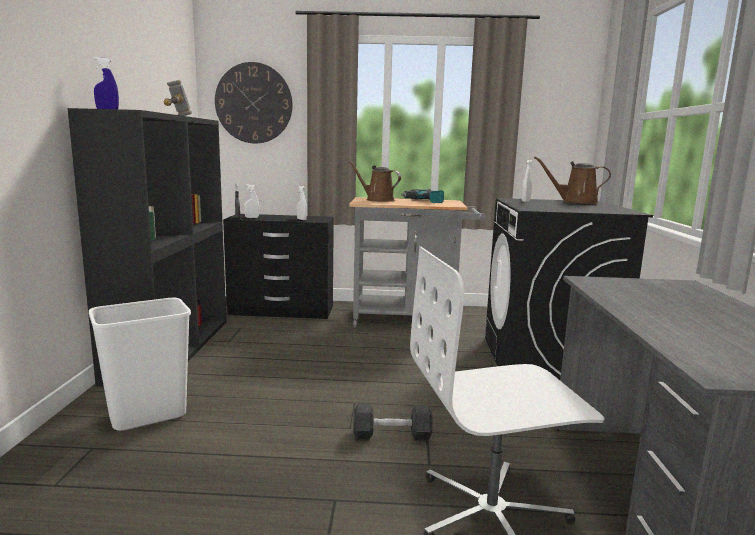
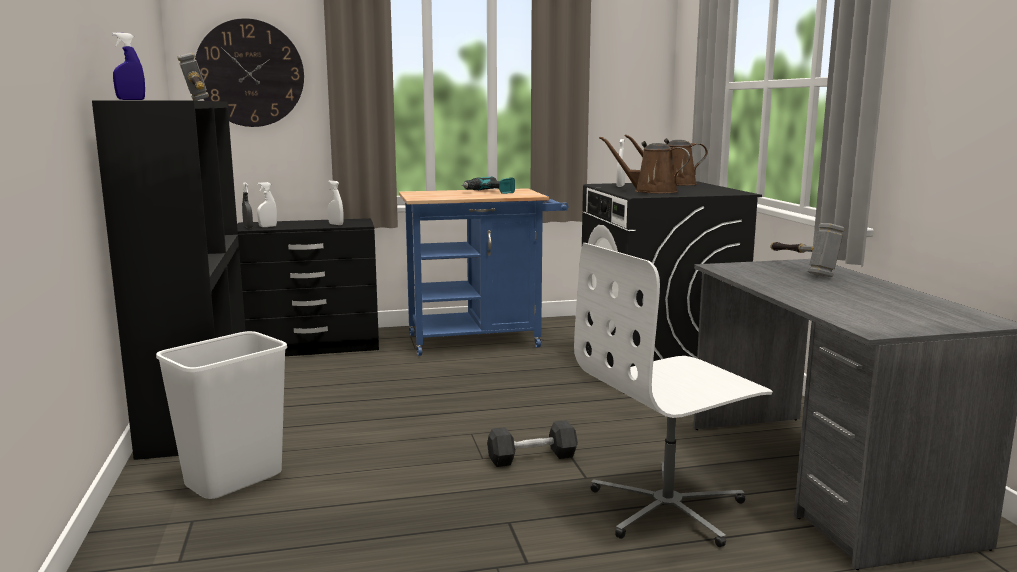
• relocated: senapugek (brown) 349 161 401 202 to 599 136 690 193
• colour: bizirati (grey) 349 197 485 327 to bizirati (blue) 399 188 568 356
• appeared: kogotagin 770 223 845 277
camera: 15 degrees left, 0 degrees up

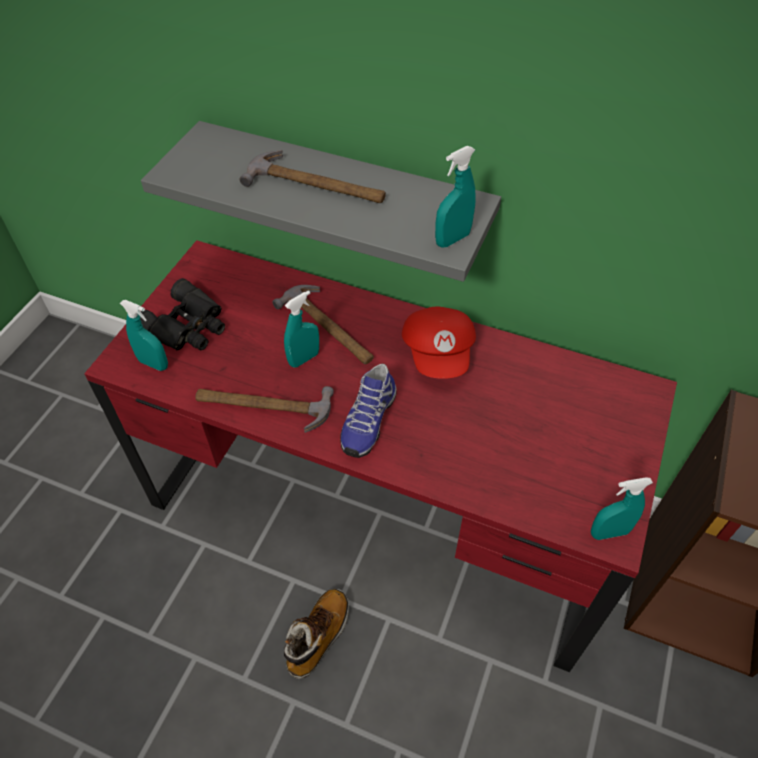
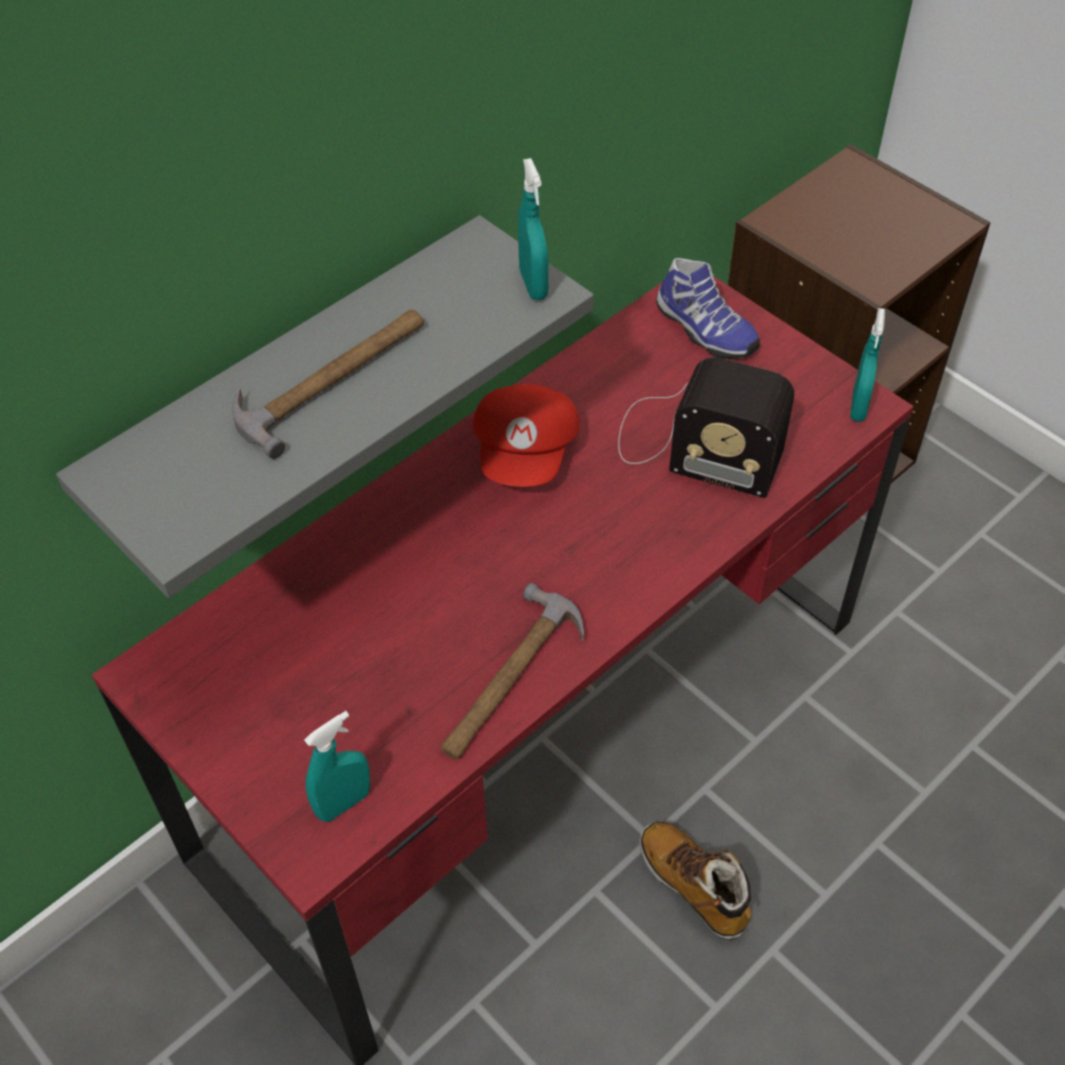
• missing: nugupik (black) 140 278 225 350
• missing: kogotagin 272 285 374 364
• missing: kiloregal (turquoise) 284 290 319 368
• spun: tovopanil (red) 402 306 476 379 = 473 384 580 487 75 degrees clockwise
• relocated: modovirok 340 364 397 458 to 656 258 760 359
• appeared: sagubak 618 357 794 498
camera: 65 degrees left, 0 degrees up

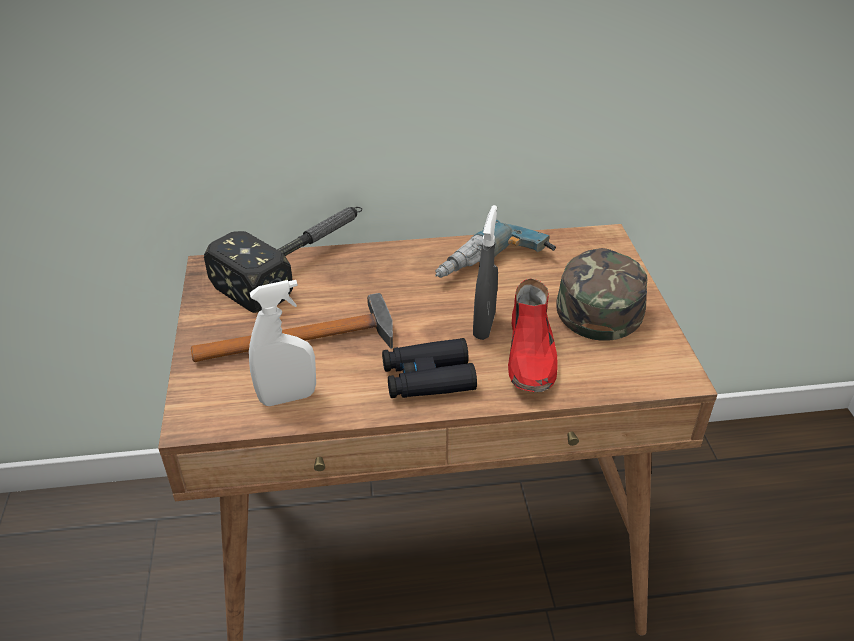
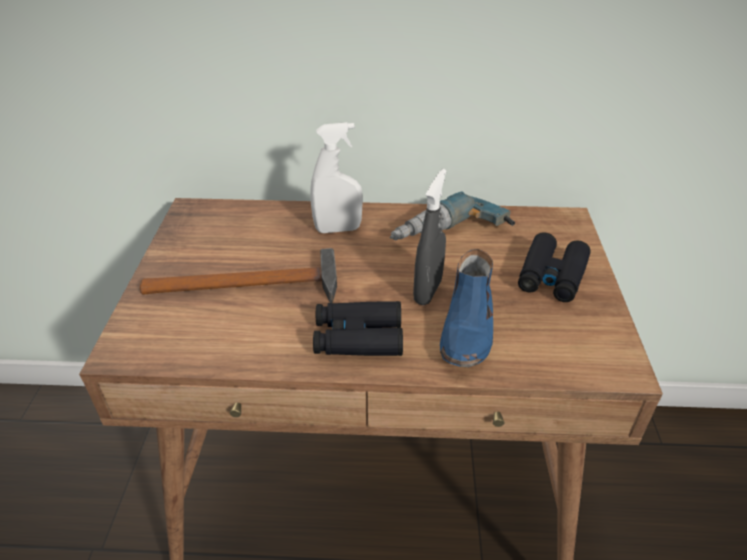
• missing: kogotagin 204 207 362 313
• exchanged: tovopanil (green) 556 248 648 341 to nugupik (black) 518 232 591 302
• colour: modovirok (red) 508 279 558 392 to modovirok (blue) 440 249 493 367
• relocated: kiloregal (white) 249 280 316 406 to 310 122 363 233
camera: 10 degrees right, 0 degrees up

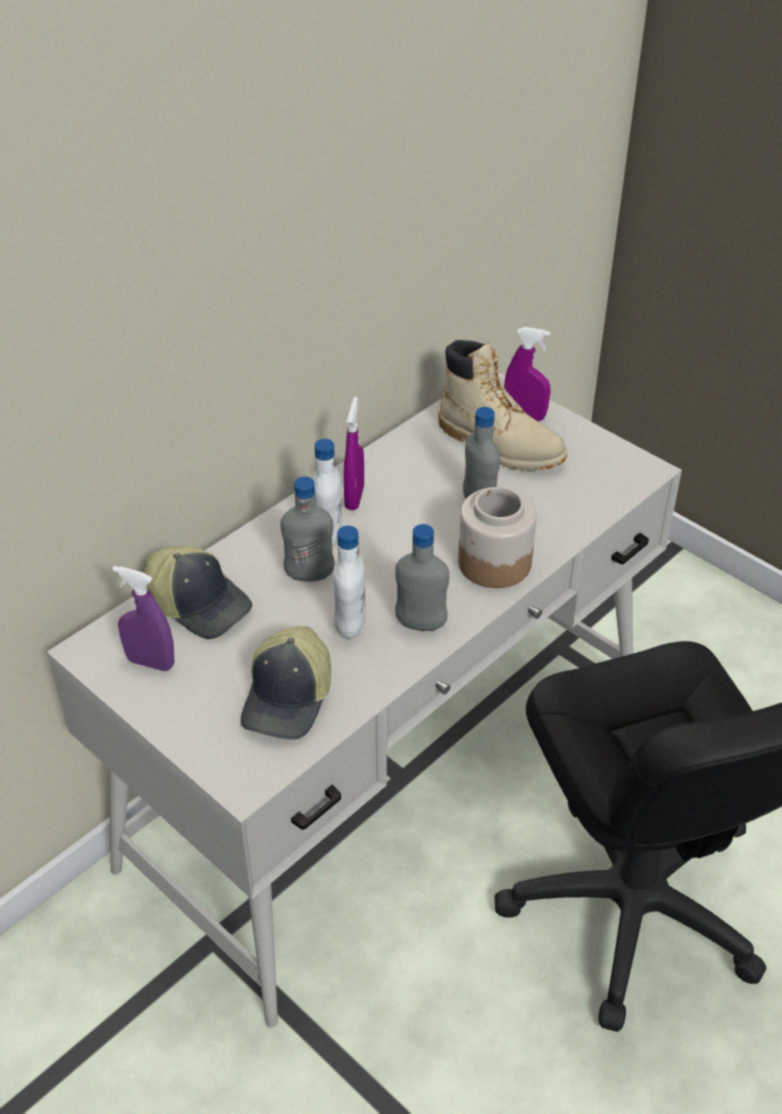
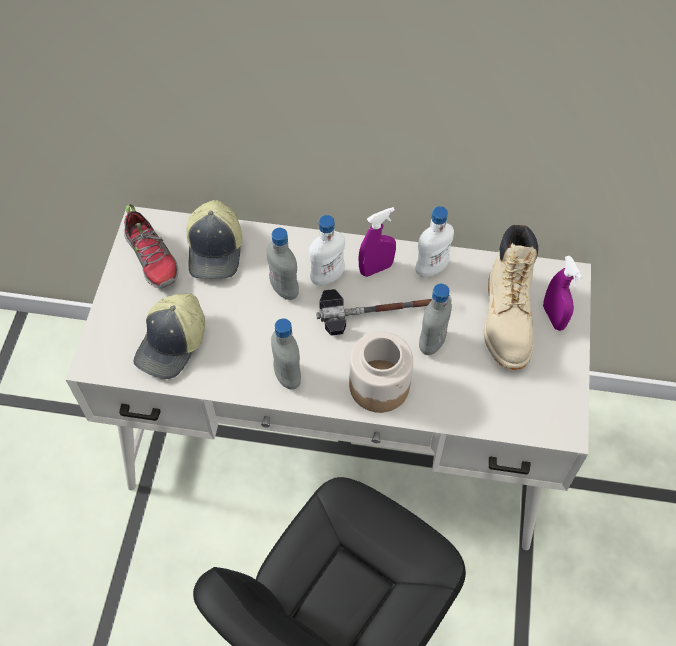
• relocated: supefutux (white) 333 526 366 639 to 415 206 454 277
• exchanged: kiloregal (purple) 113 566 174 671 to modovirok 124 204 178 288
• spun: tovopanil 240 626 331 740 = 134 293 205 379 45 degrees counterclockwise
• appeared: kogotagin 316 289 451 336
camera: 55 degrees right, 15 degrees up

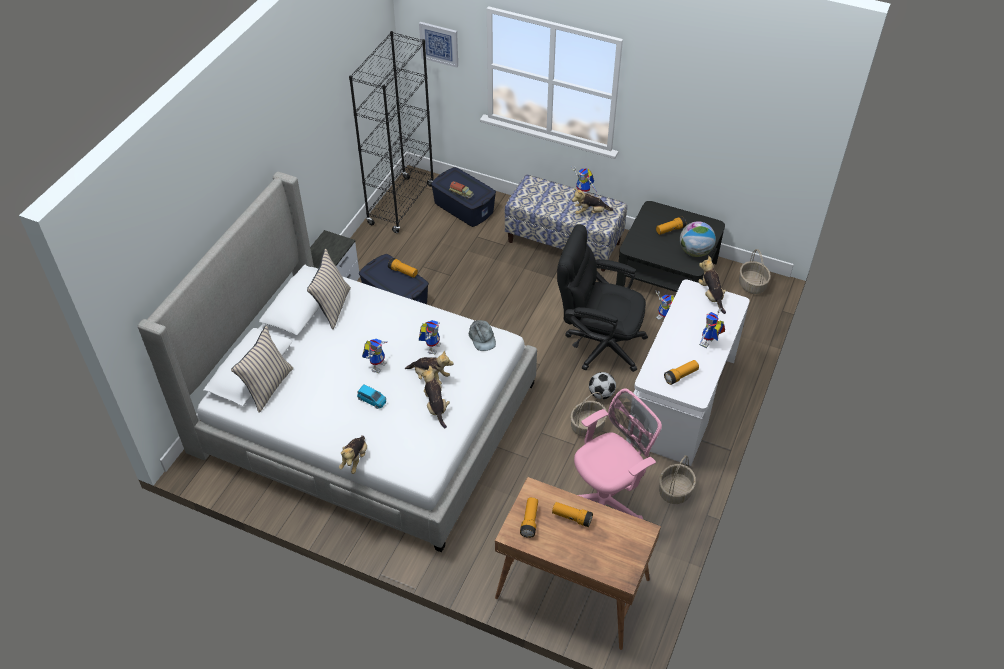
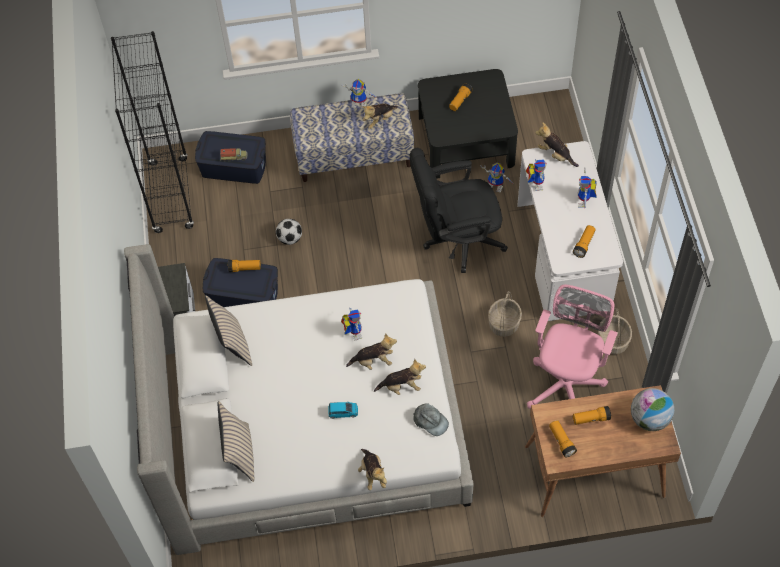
• missing: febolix 419 22 458 68
• relocated: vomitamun 680 221 716 257 to 631 388 674 431
• missing: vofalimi 739 249 771 294
• relocated: tovopanil (grey) 469 320 496 351 to 413 403 449 436
• relocated: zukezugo 362 338 387 373 to 526 159 547 191
• spun: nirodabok 421 365 450 428 = 374 359 426 395 135 degrees clockwise
• relocated: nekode 589 372 616 399 to 276 219 302 245
camera: 30 degrees left, 10 degrees up

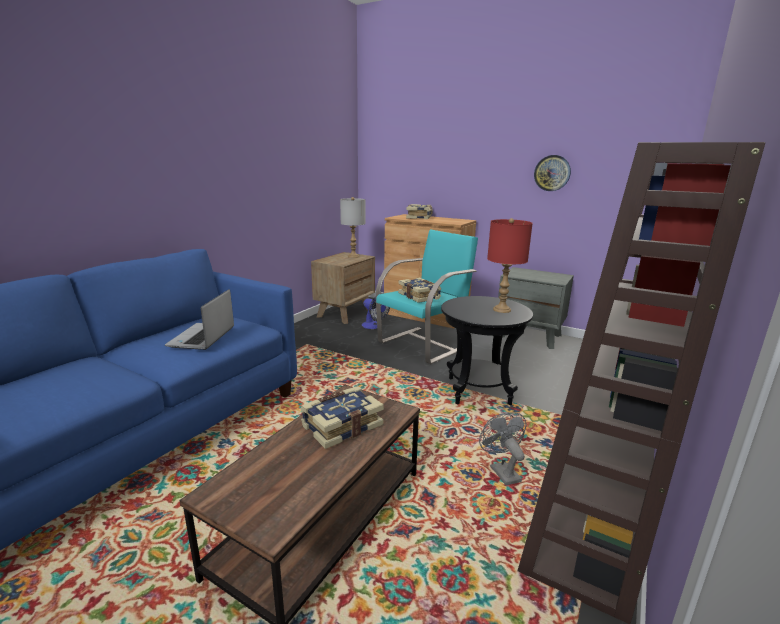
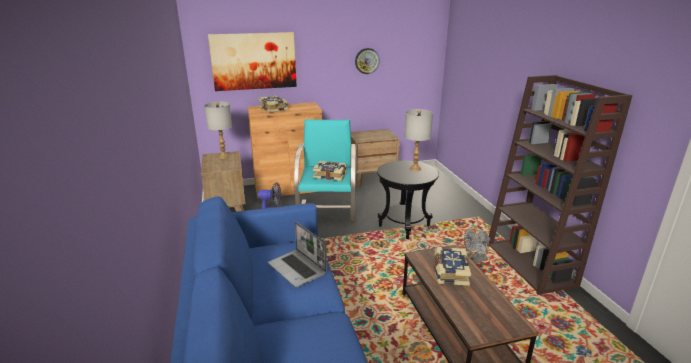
• colour: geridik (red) 487 218 533 313 to geridik (grey) 405 109 433 171
• colour: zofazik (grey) 498 267 574 349 to zofazik (brown) 351 129 400 187
• spun: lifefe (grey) 479 412 527 485 = 464 226 490 264 60 degrees counterclockwise
• appeared: febolix 208 32 297 91
camera: 45 degrees left, 5 degrees up

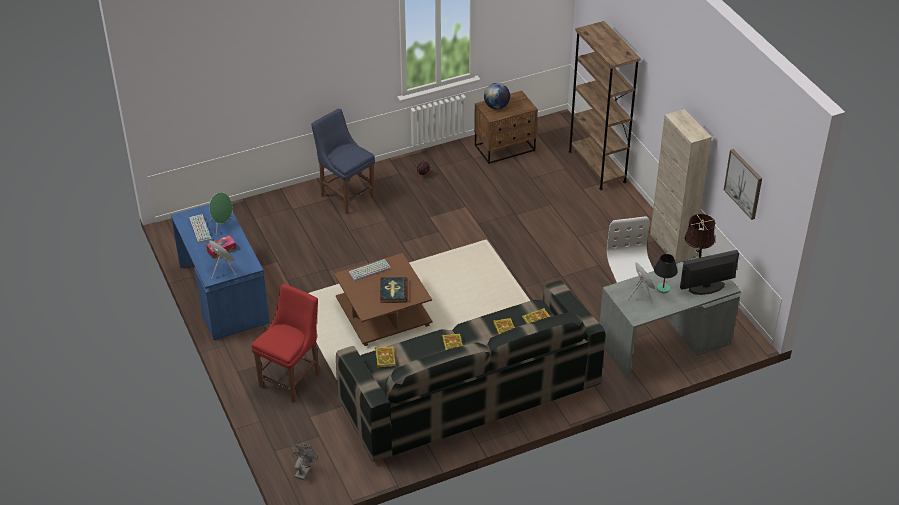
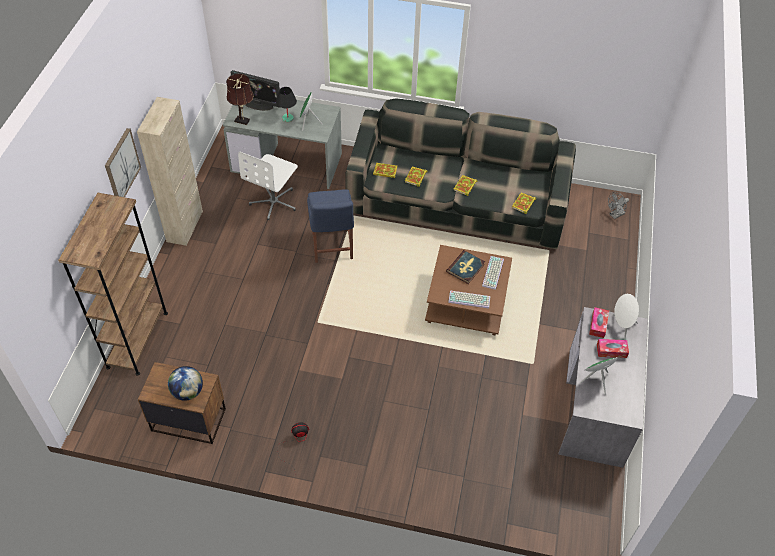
• relocated: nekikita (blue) 311 109 375 214 to 307 189 354 263
• relocated: febolix 724 149 762 220 to 105 128 141 197
• colour: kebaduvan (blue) 171 204 270 340 to kebaduvan (grey) 558 307 648 468
• relocated: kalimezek 189 214 212 243 to 482 256 504 290
• missing: nekikita (red) 251 284 320 403
• appeared: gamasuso 589 307 609 338
camera: 145 degrees left, 10 degrees up

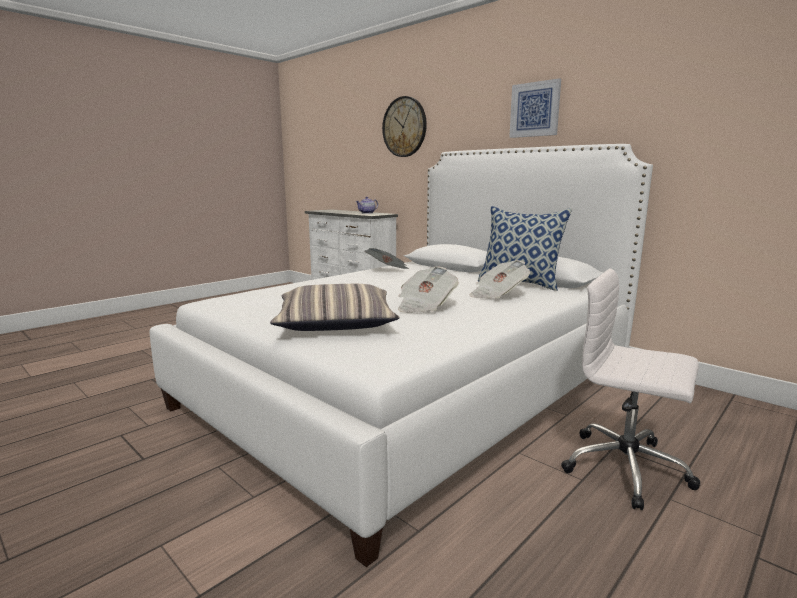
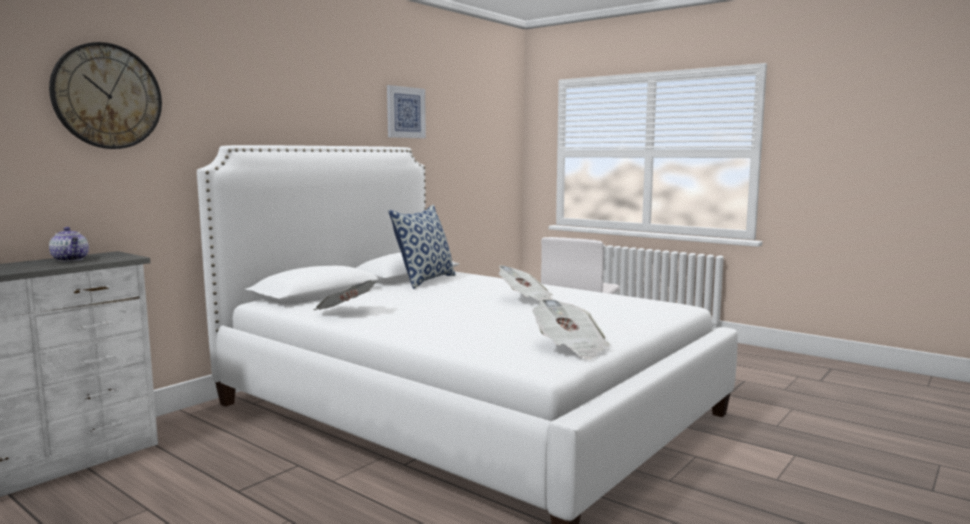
• relocated: febolix 509 78 561 138 to 387 85 426 138
• relocated: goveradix 470 260 530 299 to 532 298 610 359
• missing: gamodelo 270 284 399 331
camera: 95 degrees left, 5 degrees down

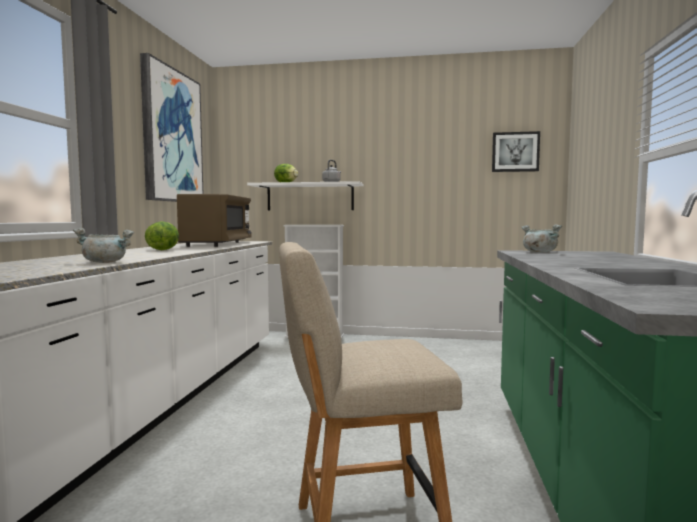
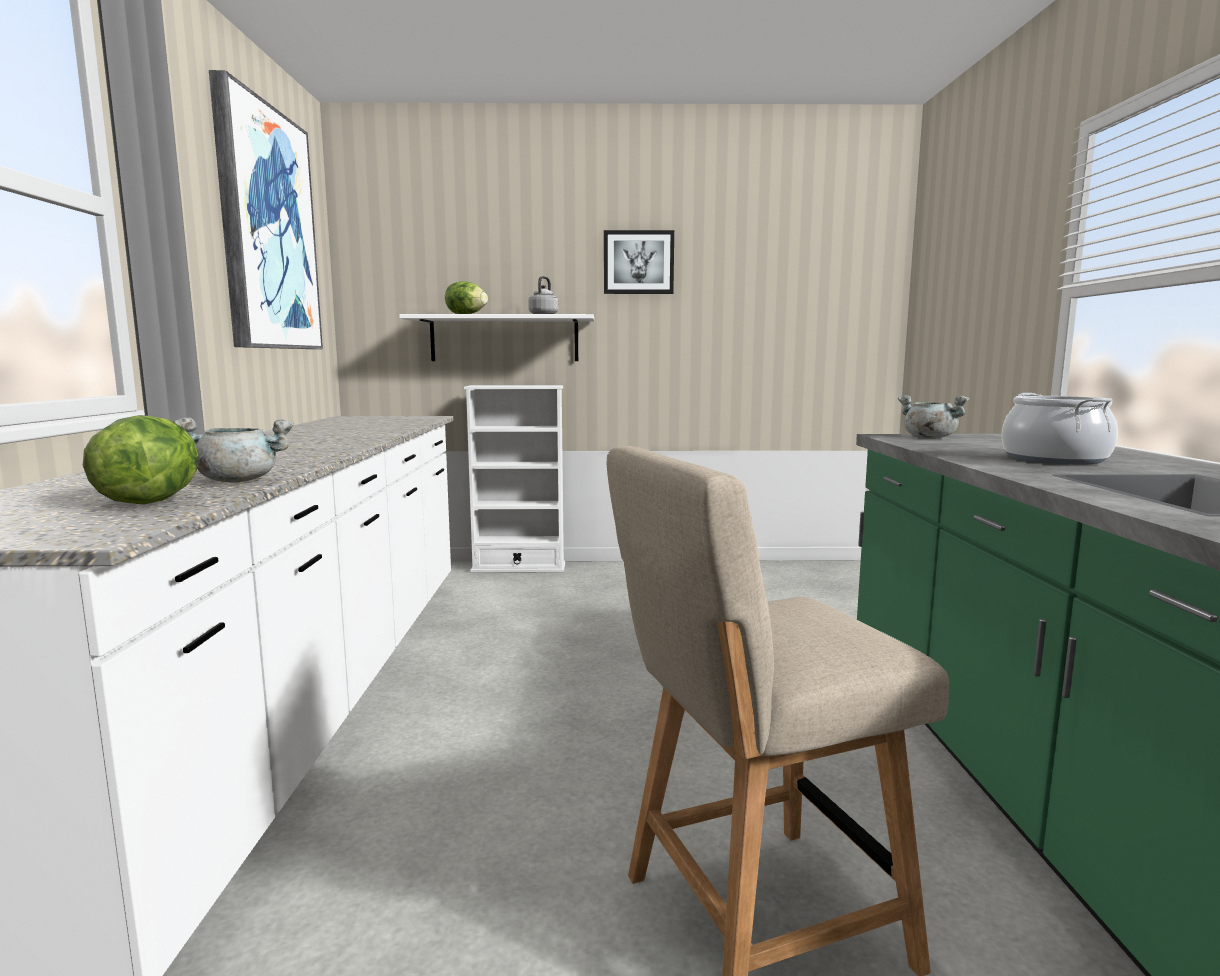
• relocated: febolix 492 131 540 172 to 604 230 674 294
• missing: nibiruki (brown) 177 194 252 247
• relocated: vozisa 145 221 179 250 to 83 415 199 504
• appeared: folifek 1001 393 1118 465
camera: 10 degrees left, 5 degrees up

